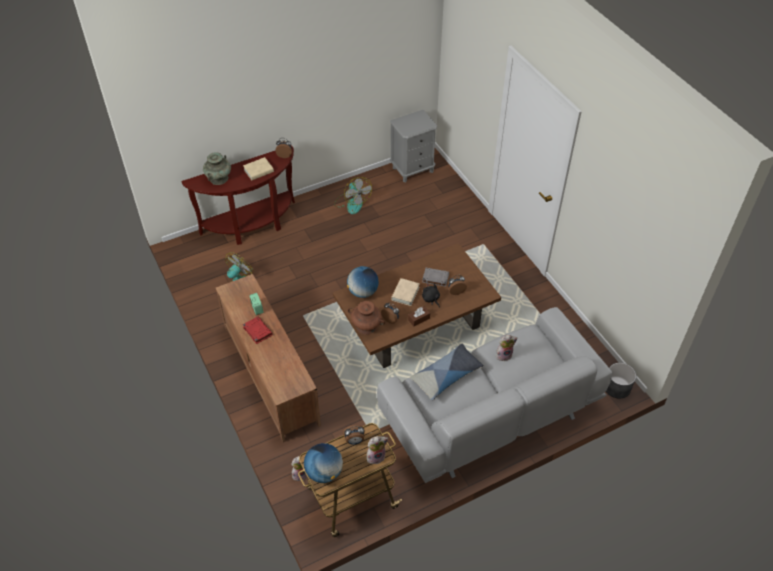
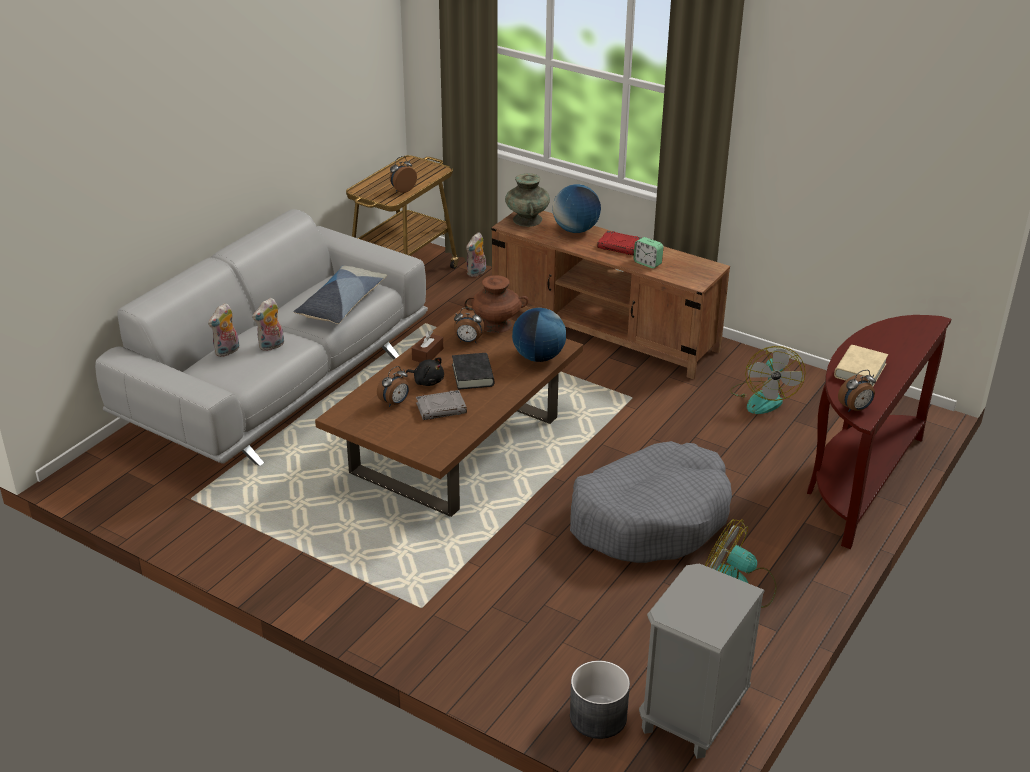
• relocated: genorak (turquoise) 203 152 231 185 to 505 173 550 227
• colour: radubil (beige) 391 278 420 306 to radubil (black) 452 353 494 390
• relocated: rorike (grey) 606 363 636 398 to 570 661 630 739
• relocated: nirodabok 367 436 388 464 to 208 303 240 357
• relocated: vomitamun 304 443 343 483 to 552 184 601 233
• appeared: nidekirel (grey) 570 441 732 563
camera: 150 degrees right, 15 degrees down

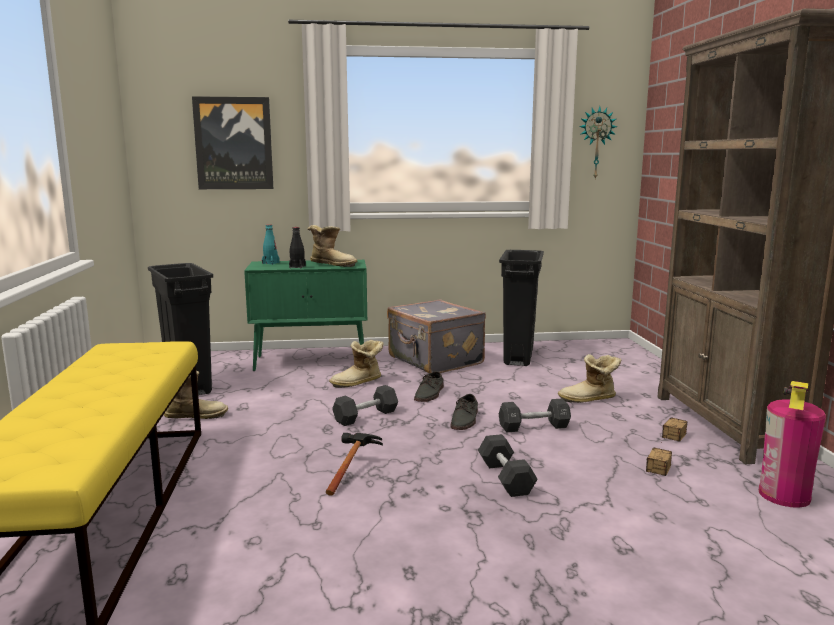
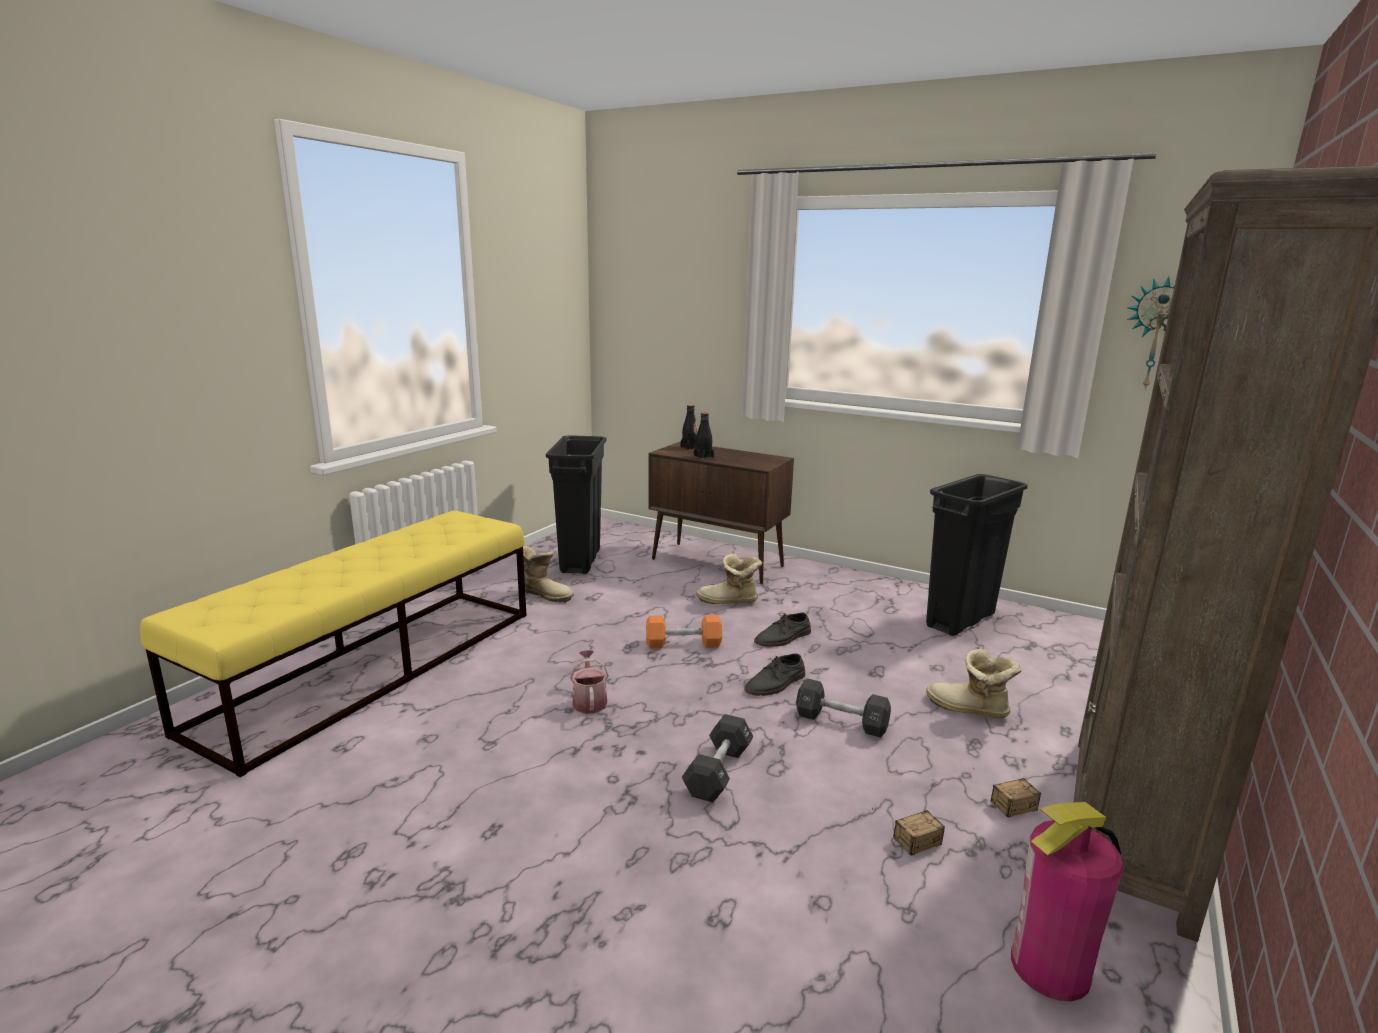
• missing: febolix 192 96 273 189
• colour: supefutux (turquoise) 262 224 280 265 to supefutux (black) 680 405 697 450
• missing: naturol 308 225 357 267
• colour: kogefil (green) 244 260 367 371 to kogefil (brown) 648 442 794 585
• missing: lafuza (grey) 387 299 486 373
• colour: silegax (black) 333 385 398 426 to silegax (orange) 646 615 722 649
• exchanged: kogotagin 326 433 383 496 to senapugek 570 650 609 714
camera: 35 degrees right, 5 degrees up

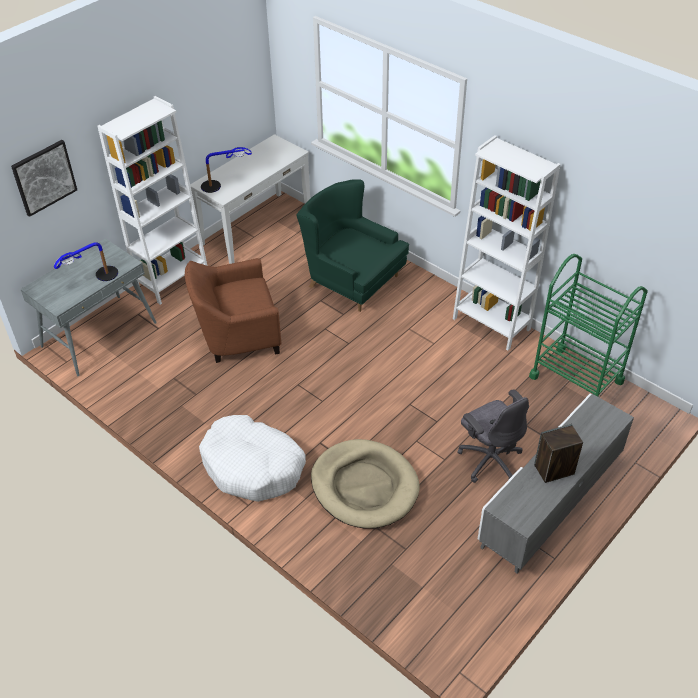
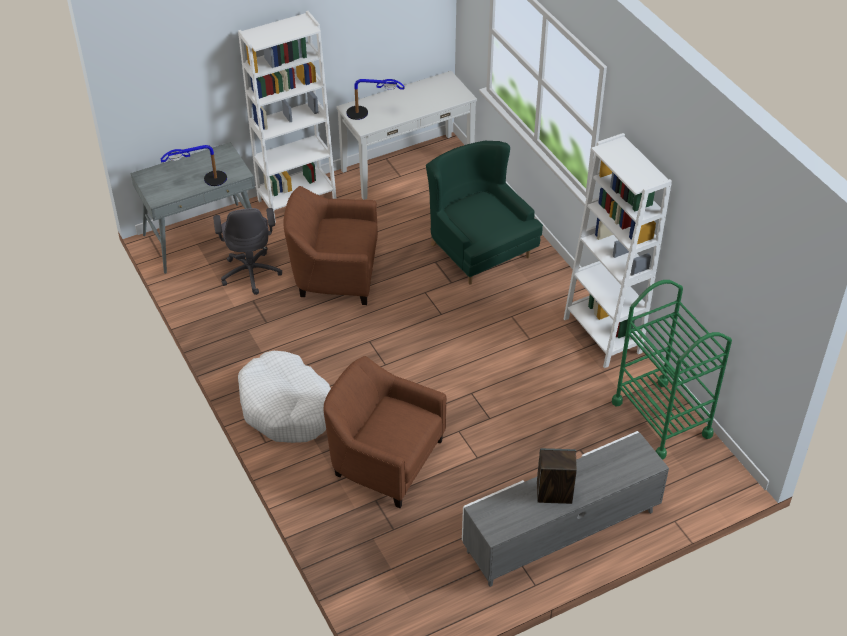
• missing: febolix 11 140 77 217
• relocated: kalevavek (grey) 457 389 529 483 to 213 208 282 295
• exchanged: nidekirel (beige) 311 439 420 529 to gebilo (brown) 324 356 446 508
camera: 20 degrees right, 0 degrees up

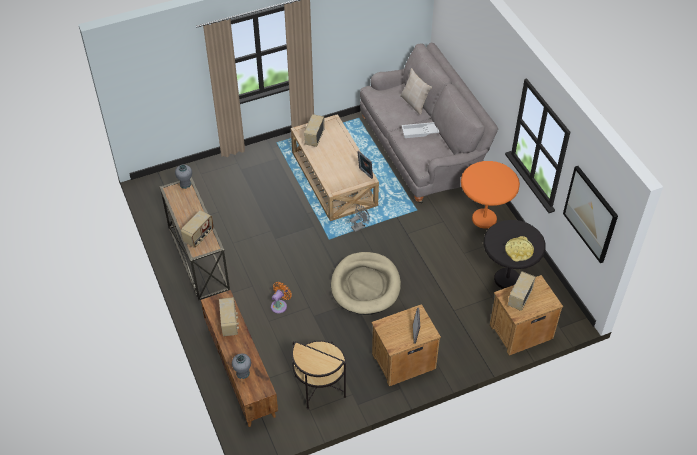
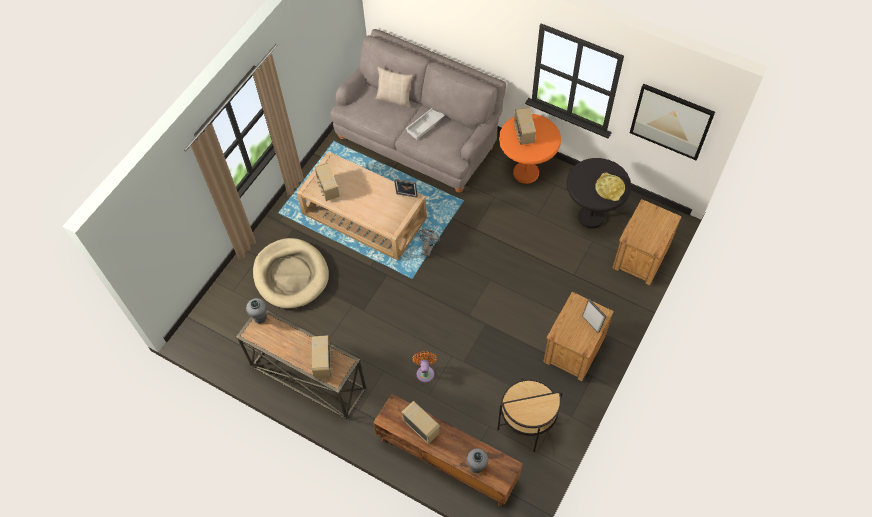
• relocated: nidekirel (beige) 331 252 401 315 to 253 238 329 309
• relocated: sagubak 508 271 536 311 to 514 107 536 145
camera: 35 degrees left, 10 degrees up

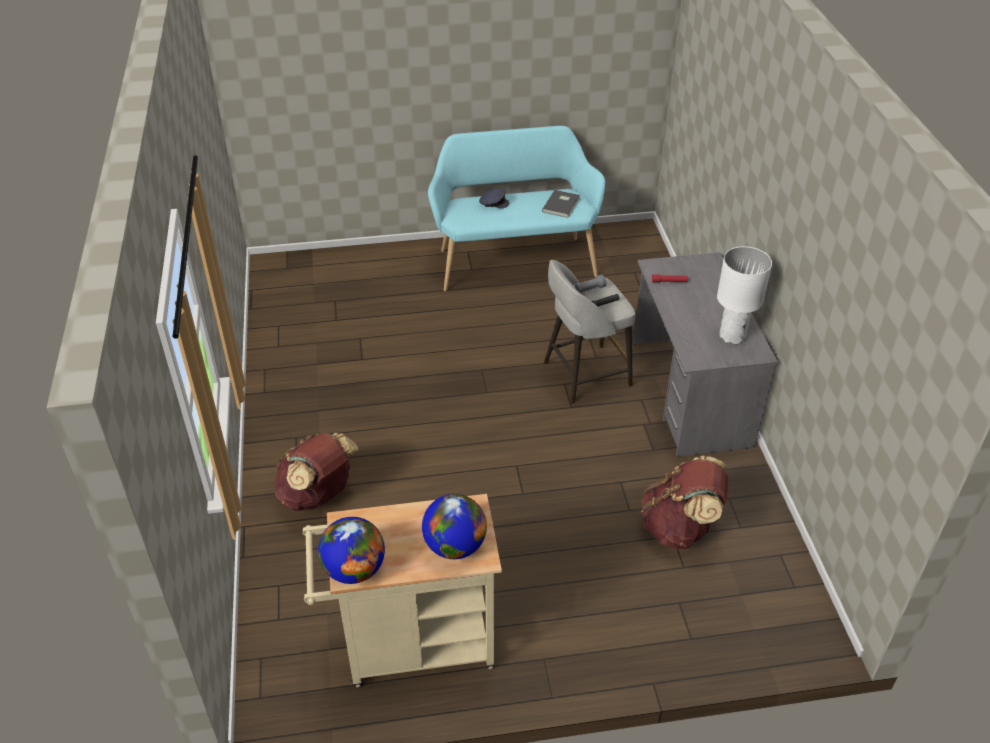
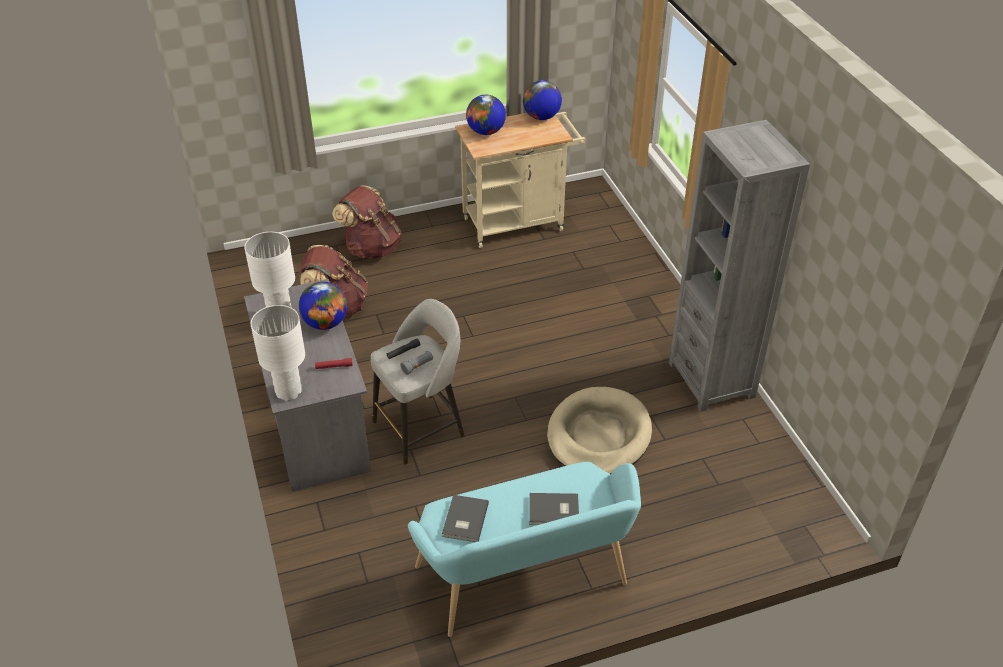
• exchanged: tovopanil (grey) 479 189 510 208 to radubil (grey) 529 493 579 525
• relocated: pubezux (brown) 275 433 358 511 to 332 185 401 259
• appeared: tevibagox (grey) 669 120 810 412
• appeared: vomitamun 299 282 347 330
• appeared: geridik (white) 251 305 305 401
• appeared: nidekirel (beige) 547 387 652 474
camera: 170 degrees right, 0 degrees up

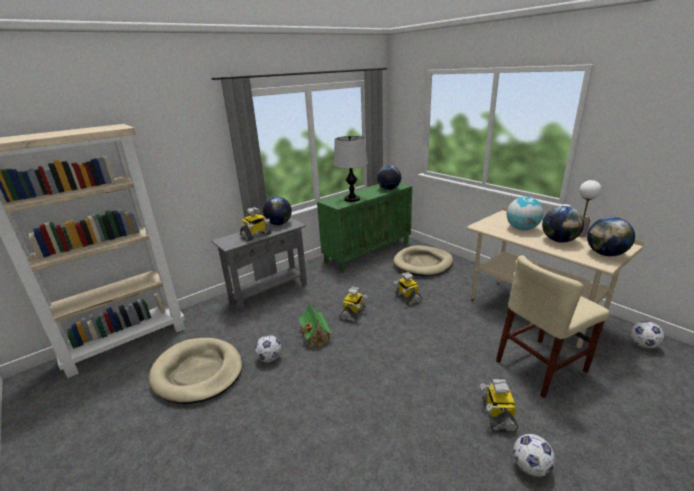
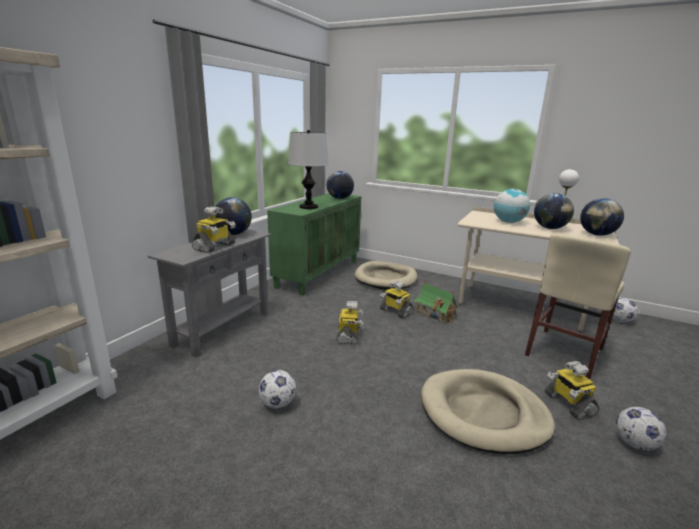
• relocated: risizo 299 303 334 348 to 414 281 459 323
• relocated: nidekirel (beige) 149 338 243 404 to 421 369 555 454
camera: 25 degrees left, 5 degrees down

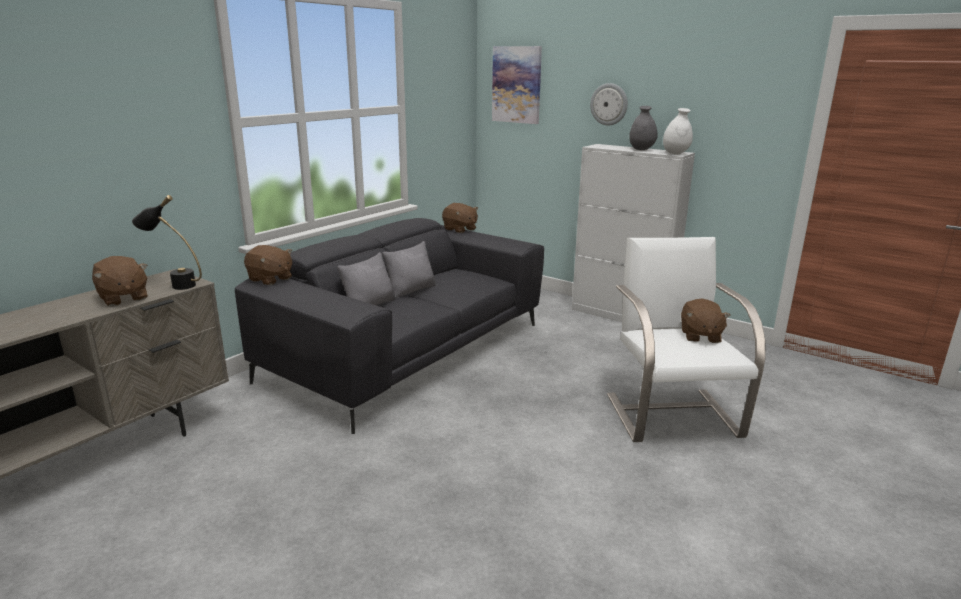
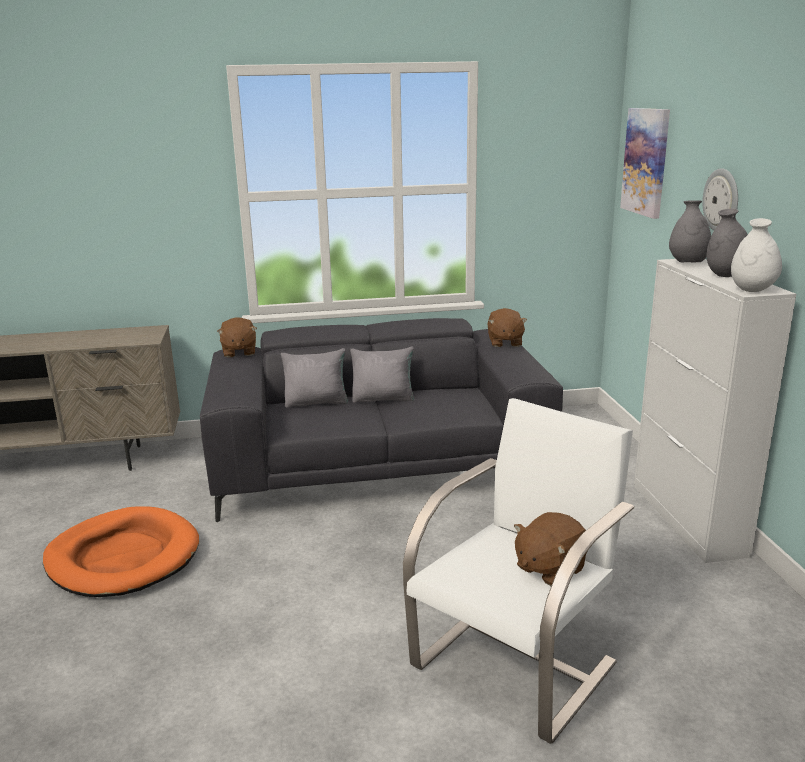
• missing: geridik (black) 132 195 202 290
• missing: nirodabok (brown) 92 256 148 306
• appeared: genorak (grey) 669 200 711 263
• appeared: nidekirel (orange) 43 506 199 597
camera: 45 degrees right, 0 degrees up

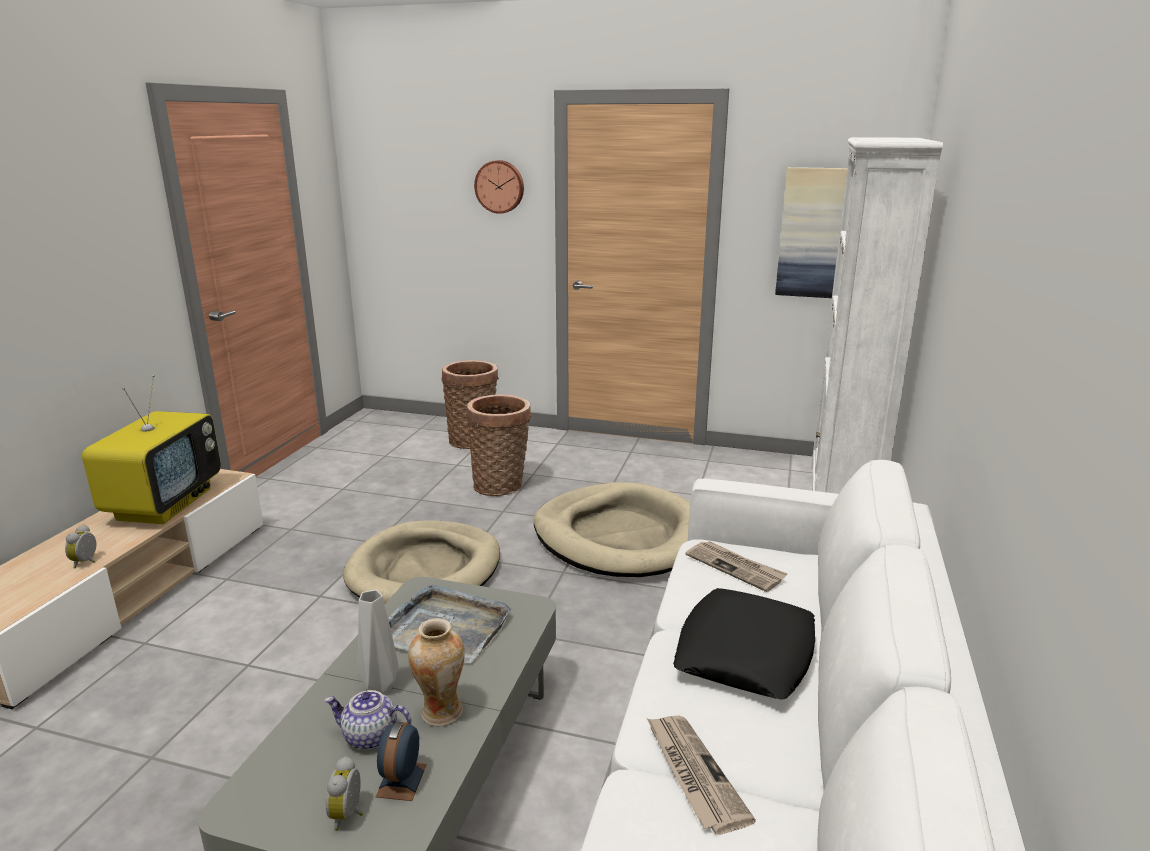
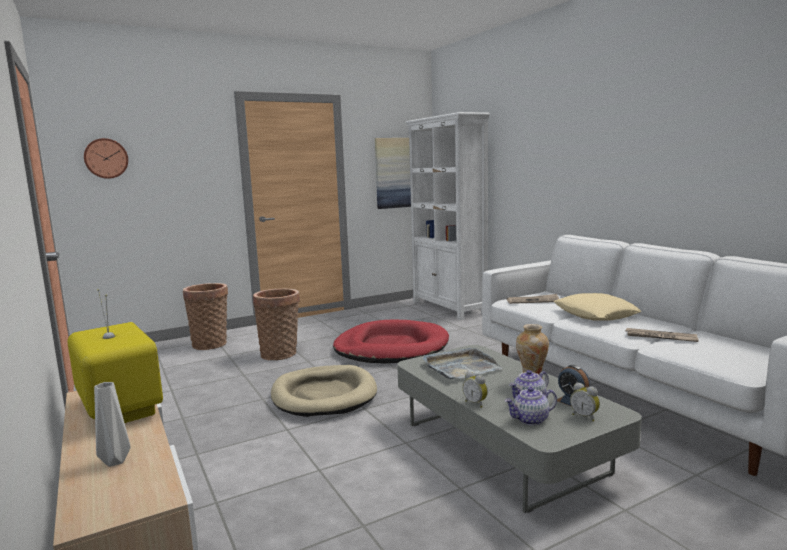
• relocated: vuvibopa 474 160 524 214 to 84 138 128 179
• colour: nidekirel (beige) 534 482 690 577 to nidekirel (red) 333 320 449 363
• relocated: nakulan 65 524 96 568 to 462 371 488 408
• colour: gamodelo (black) 673 588 815 700 to gamodelo (beige) 554 293 642 321
• relocated: genorak (grey) 358 590 398 694 to 94 382 131 467
• appeared: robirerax 504 387 557 425
camera: 45 degrees left, 10 degrees down

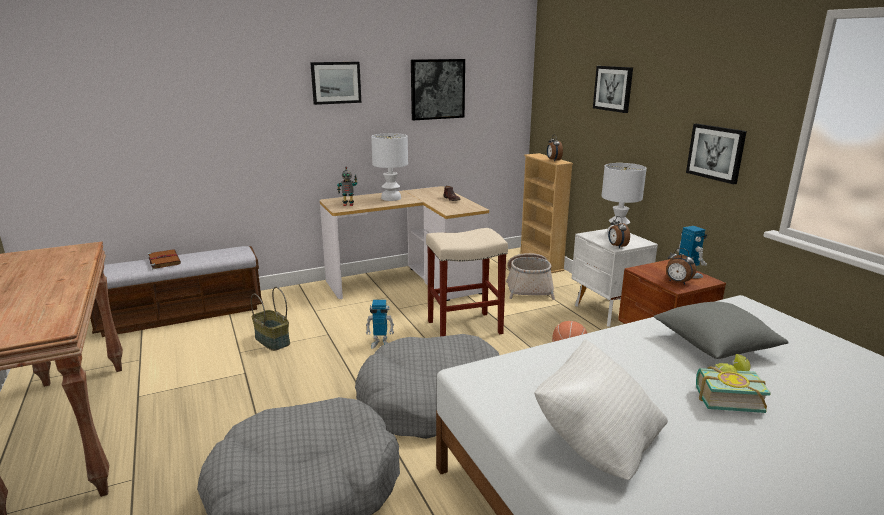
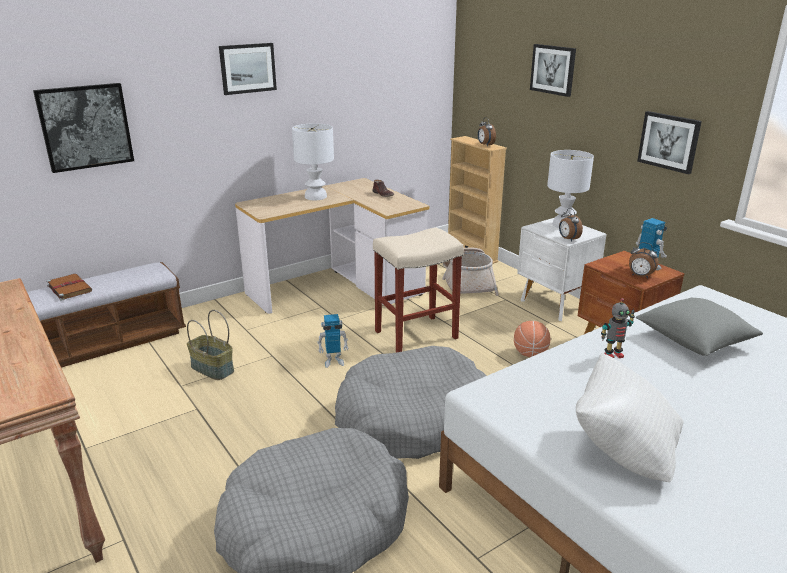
• relocated: febolix 411 59 465 120 to 33 83 134 173
• relocated: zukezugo 337 167 357 206 to 601 298 635 358
• missing: radubil 696 354 771 413
camera: 10 degrees left, 5 degrees up

